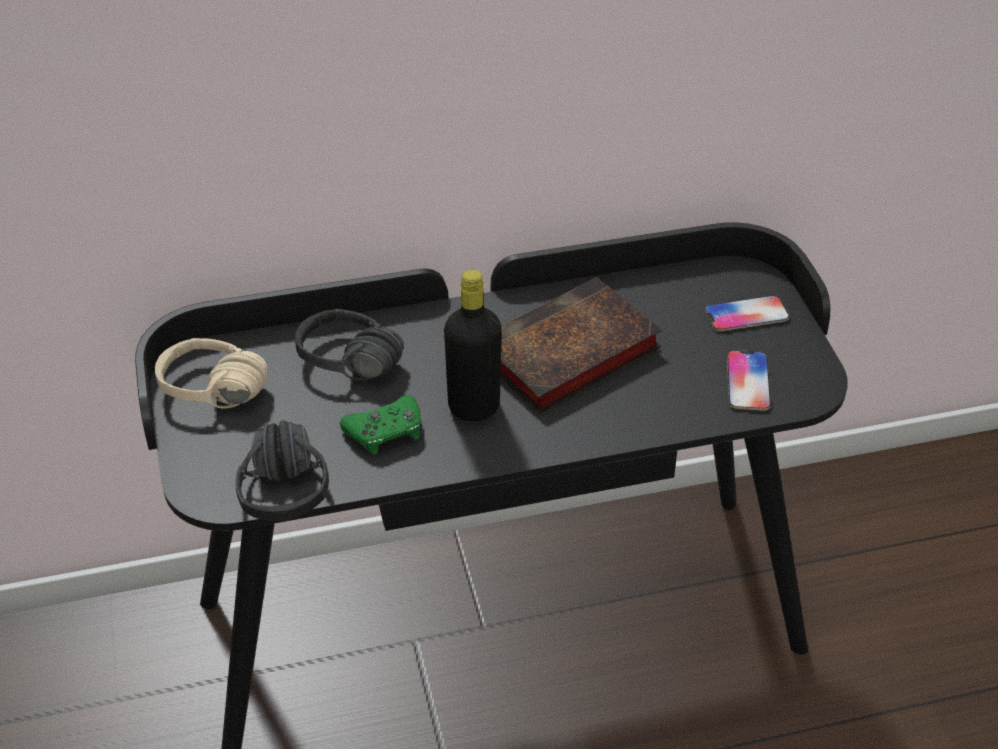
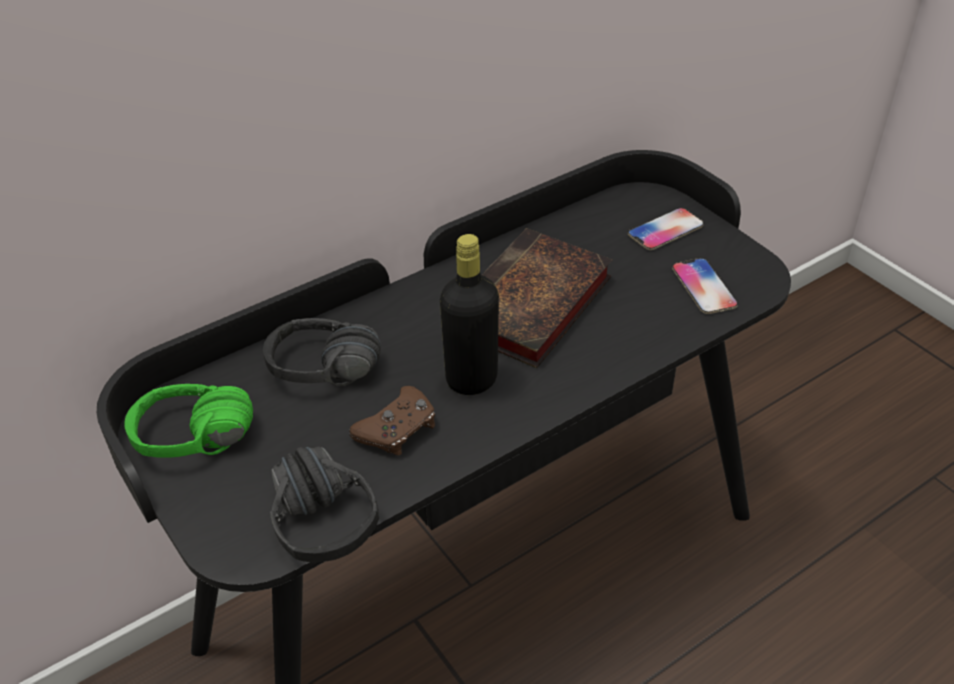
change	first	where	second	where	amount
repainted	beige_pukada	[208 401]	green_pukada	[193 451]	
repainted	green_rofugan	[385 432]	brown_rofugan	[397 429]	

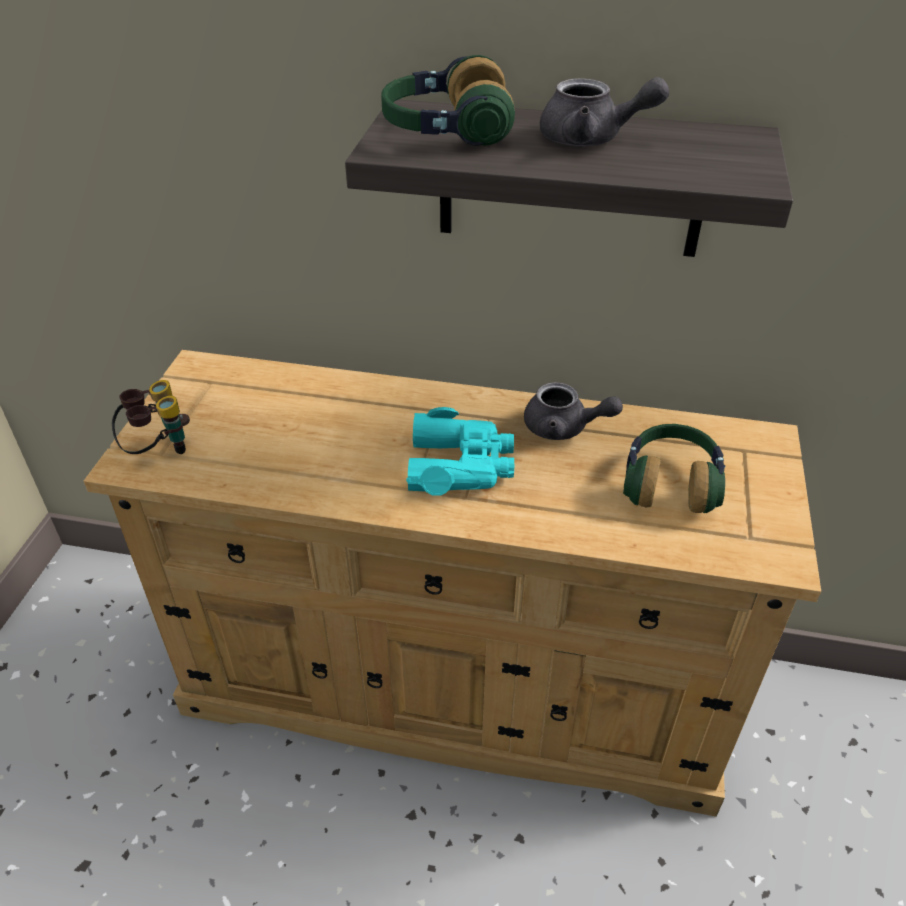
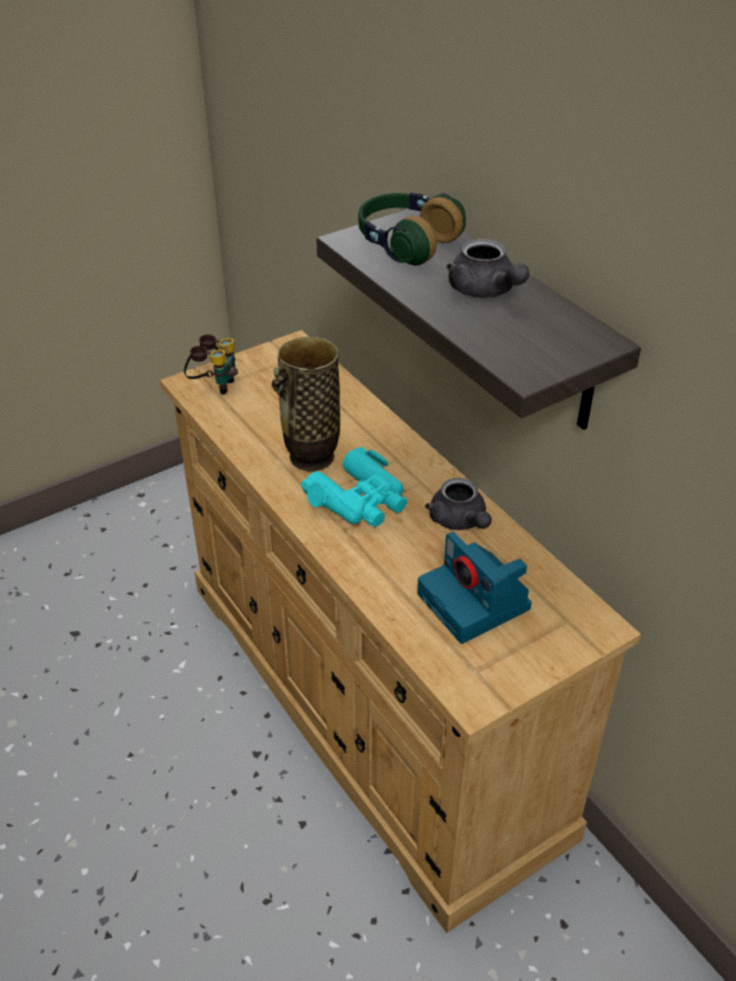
change	first	where	second	where	amount
new			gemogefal	[311 457]	
swapped	pukada	[670 483]	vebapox	[476 602]	

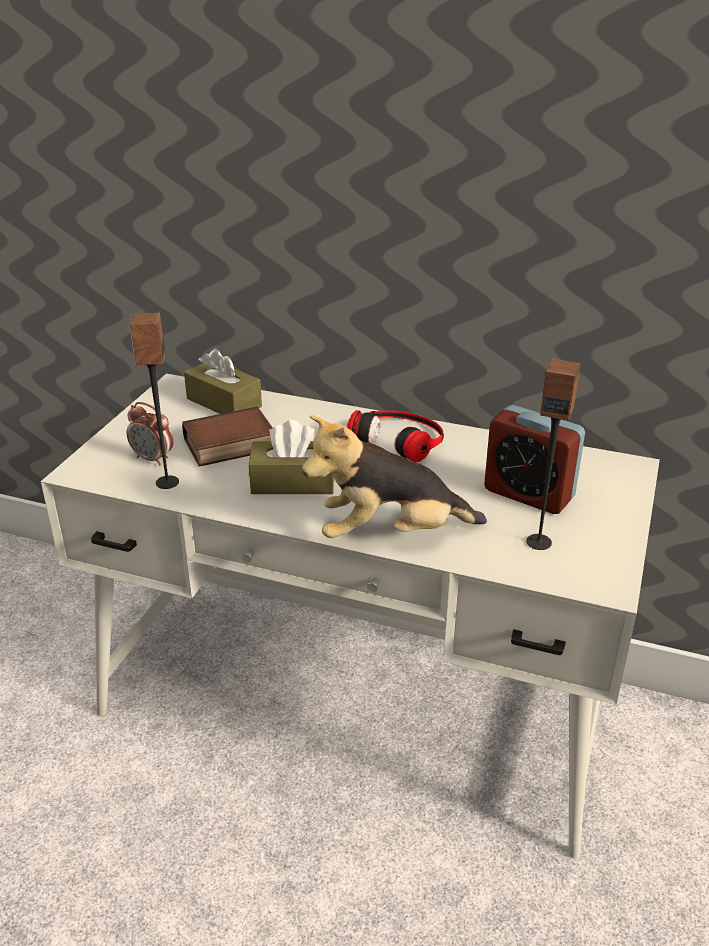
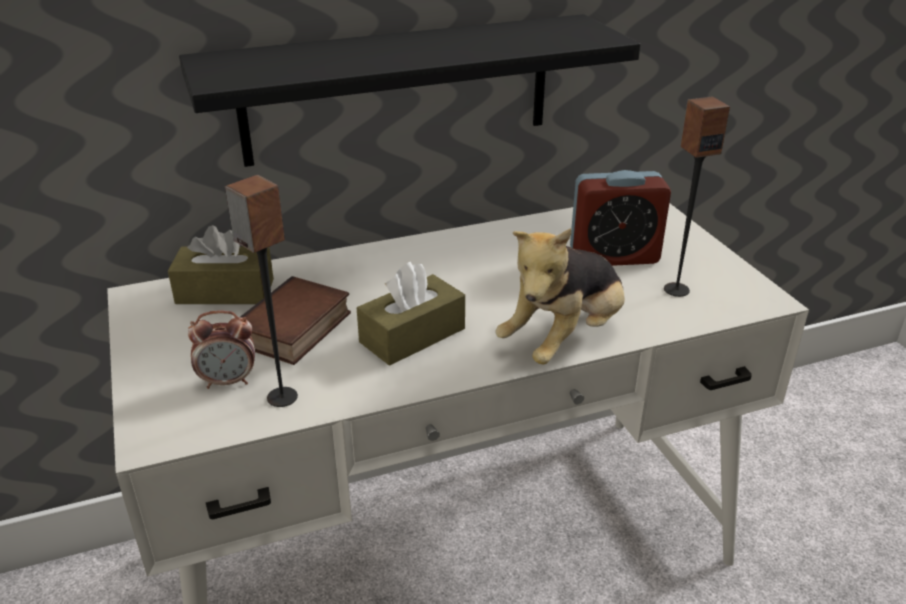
change	first	where	second	where	amount
new			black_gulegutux	[398 90]	
gone	pukada	[400 438]			

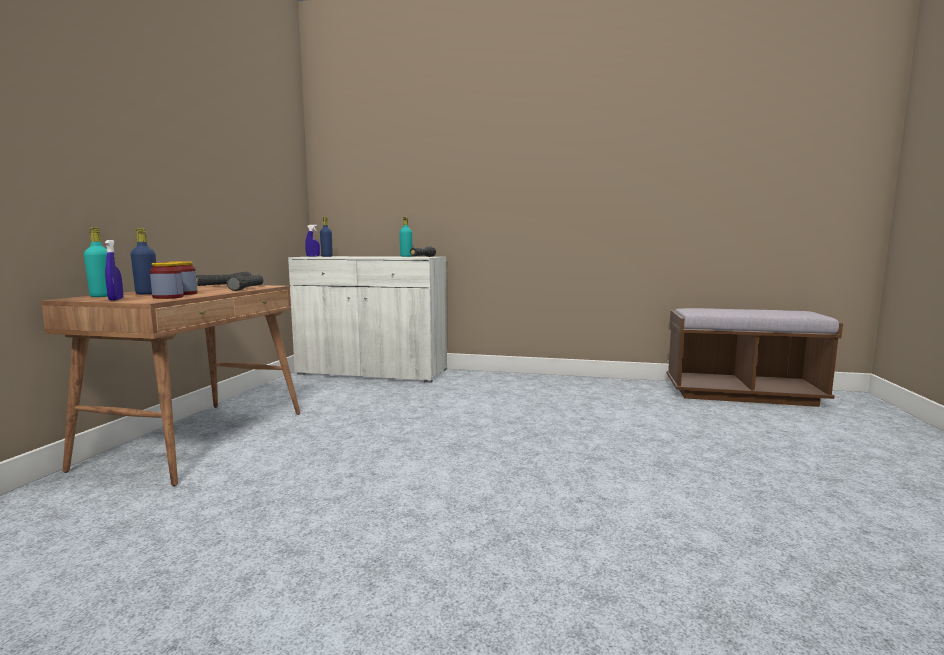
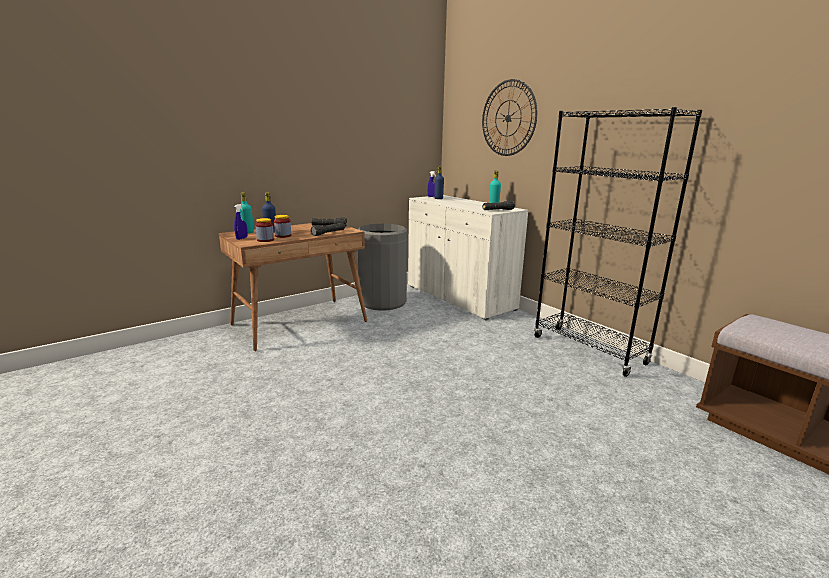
change	first	where	second	where	amount
new			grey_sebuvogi	[382 302]	
new			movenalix	[508 118]	
new			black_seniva	[588 350]	

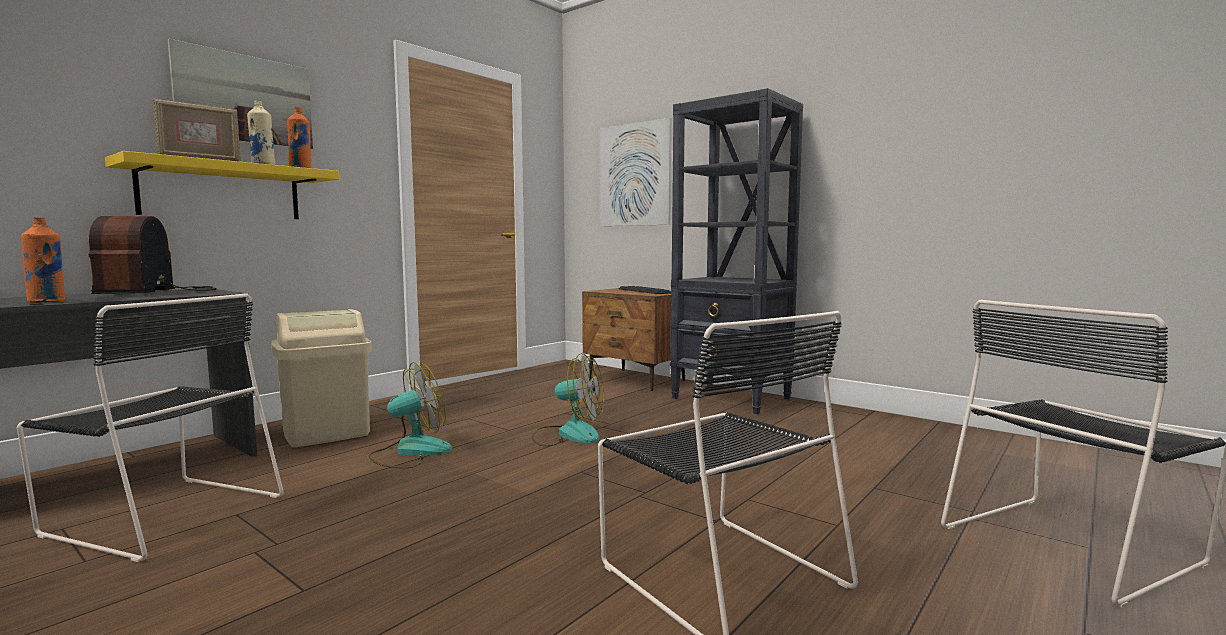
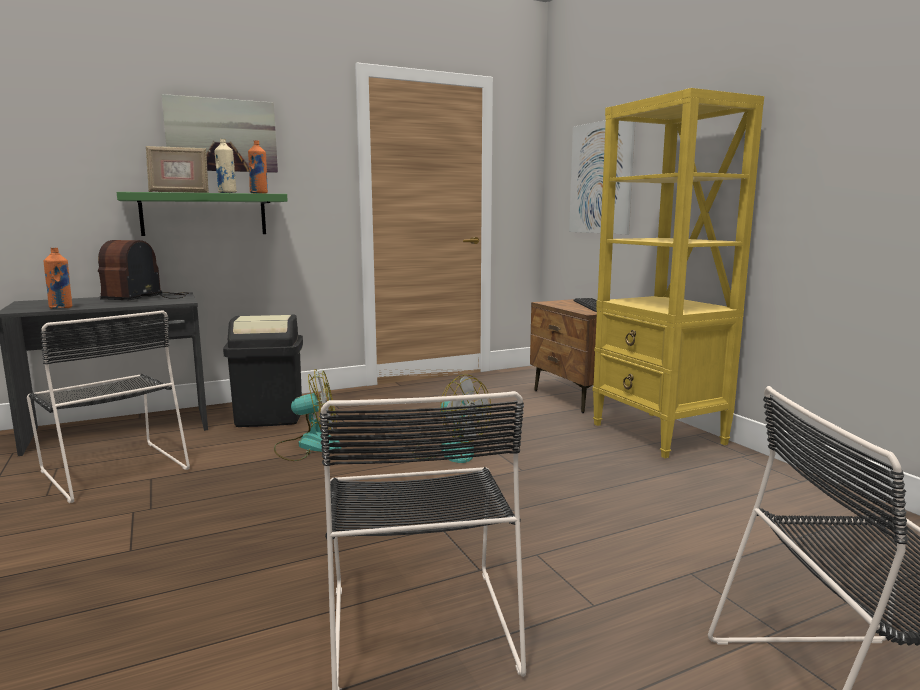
change	first	where	second	where	amount
repainted	yellow_gulegutux	[222 192]	green_gulegutux	[204 214]	
repainted	beige_sebuvogi	[326 432]	black_sebuvogi	[270 417]	
repainted	black_seniva	[732 398]	yellow_seniva	[658 434]	

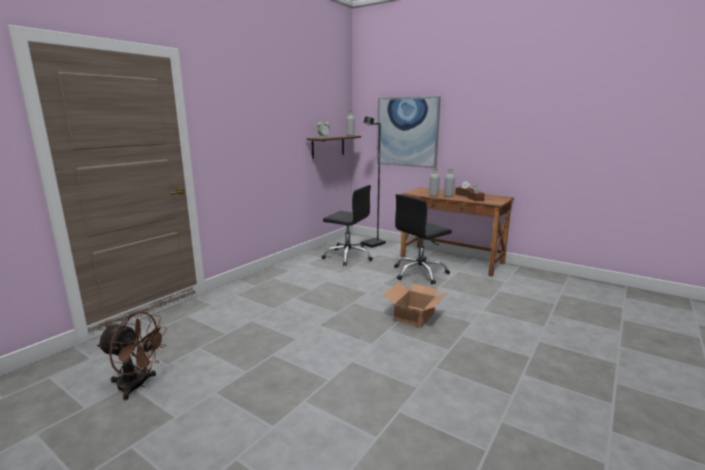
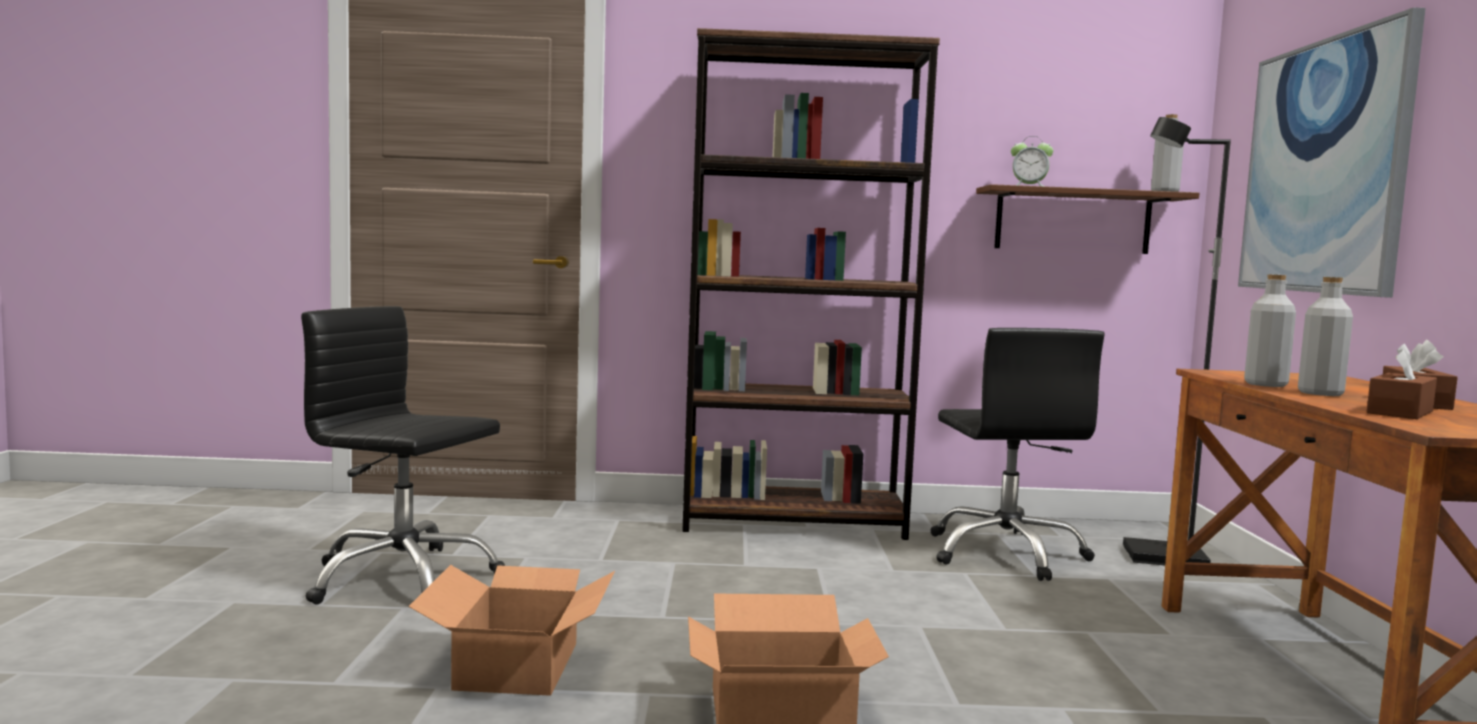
change	first	where	second	where	amount
shifted	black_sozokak	[420 273]		[402 579]	
new			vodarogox	[519 665]	
new			brown_seniva	[793 523]	
gone	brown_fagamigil	[138 386]			

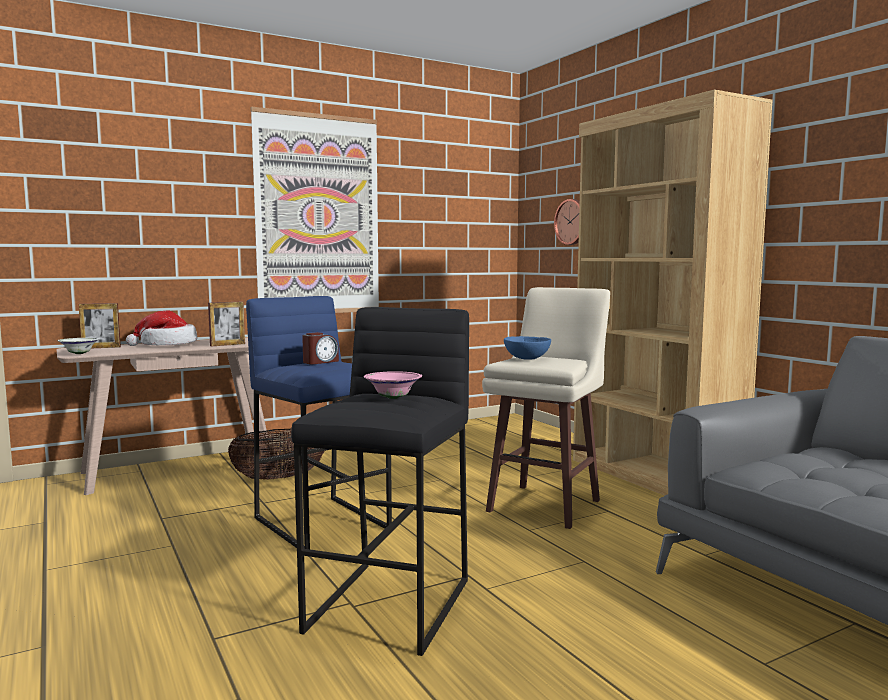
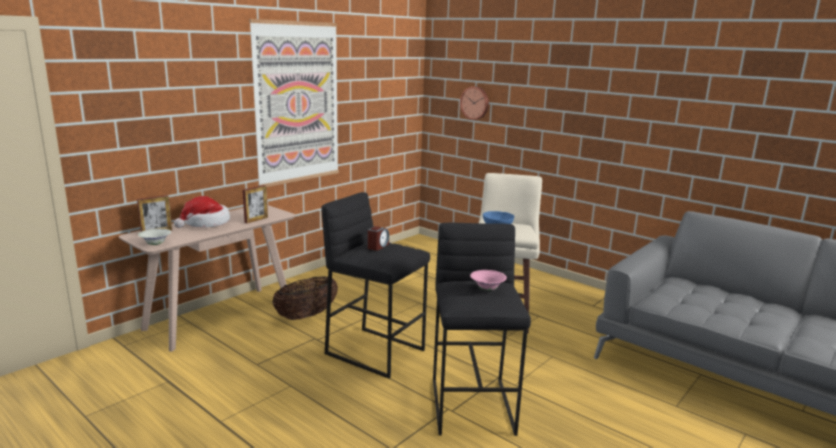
change	first	where	second	where	amount
repainted	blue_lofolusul	[323 523]	black_lofolusul	[376 351]	
gone	brown_seniva	[653 476]			

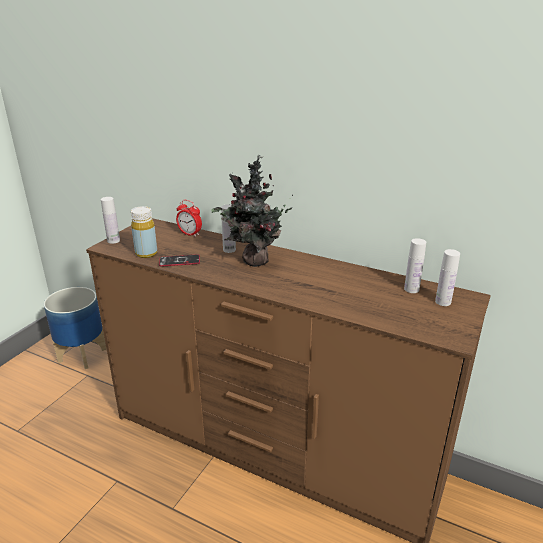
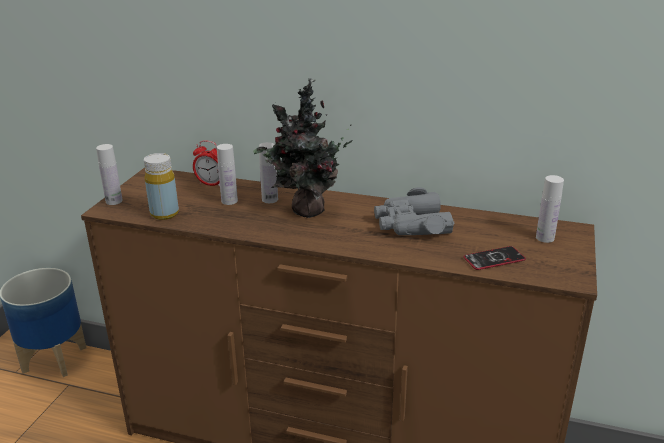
change	first	where	second	where	amount
shifted	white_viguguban	[411 289]		[229 201]	
new			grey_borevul	[411 224]	
shifted	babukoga	[179 261]		[494 259]	

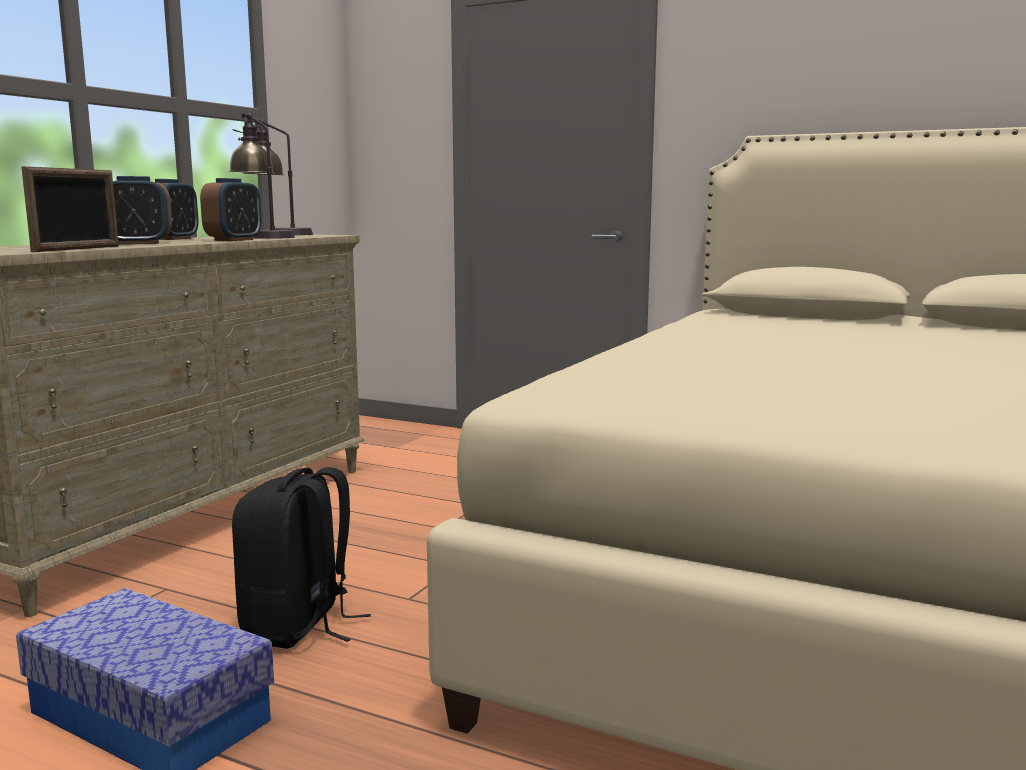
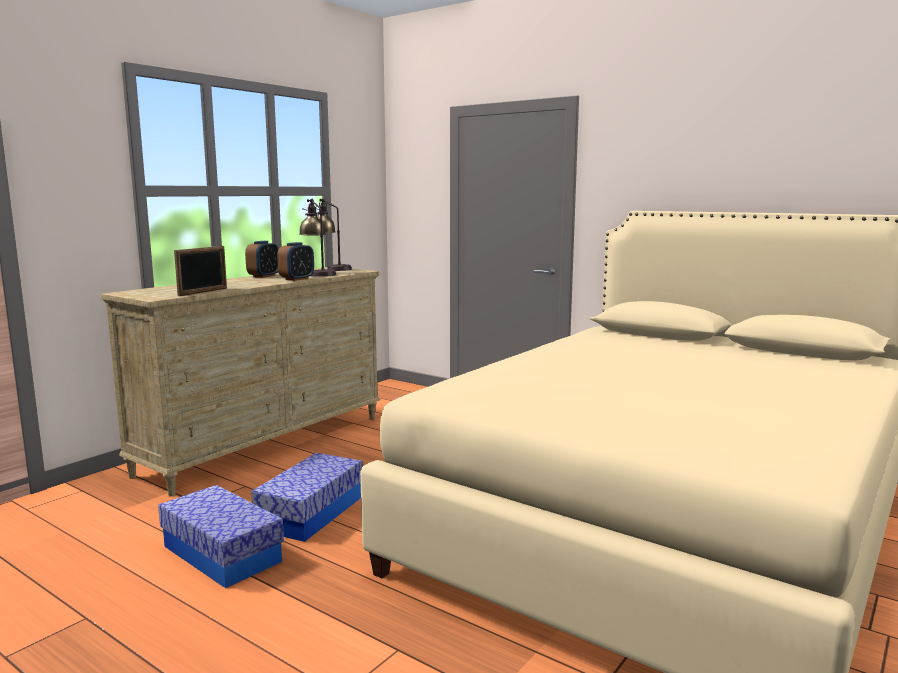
change	first	where	second	where	amount
swapped	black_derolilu	[299 626]	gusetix	[311 513]	
gone	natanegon	[138 243]			

